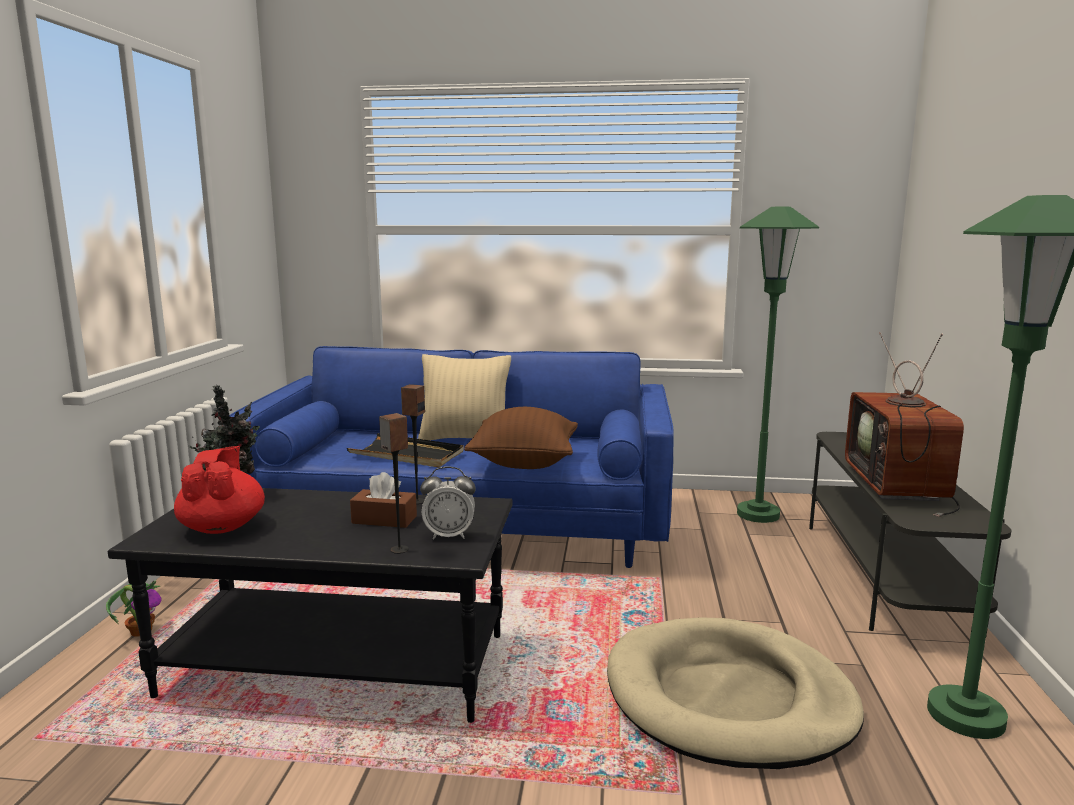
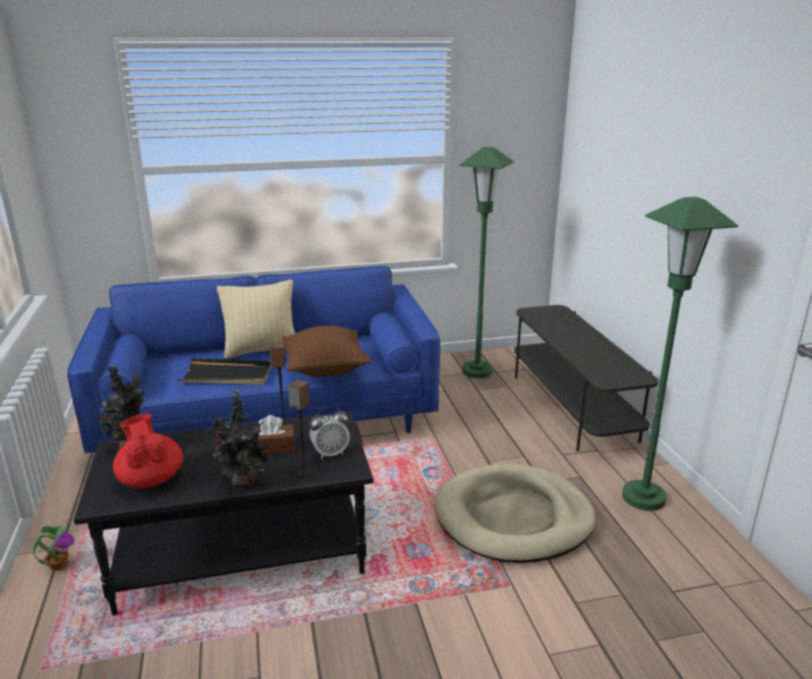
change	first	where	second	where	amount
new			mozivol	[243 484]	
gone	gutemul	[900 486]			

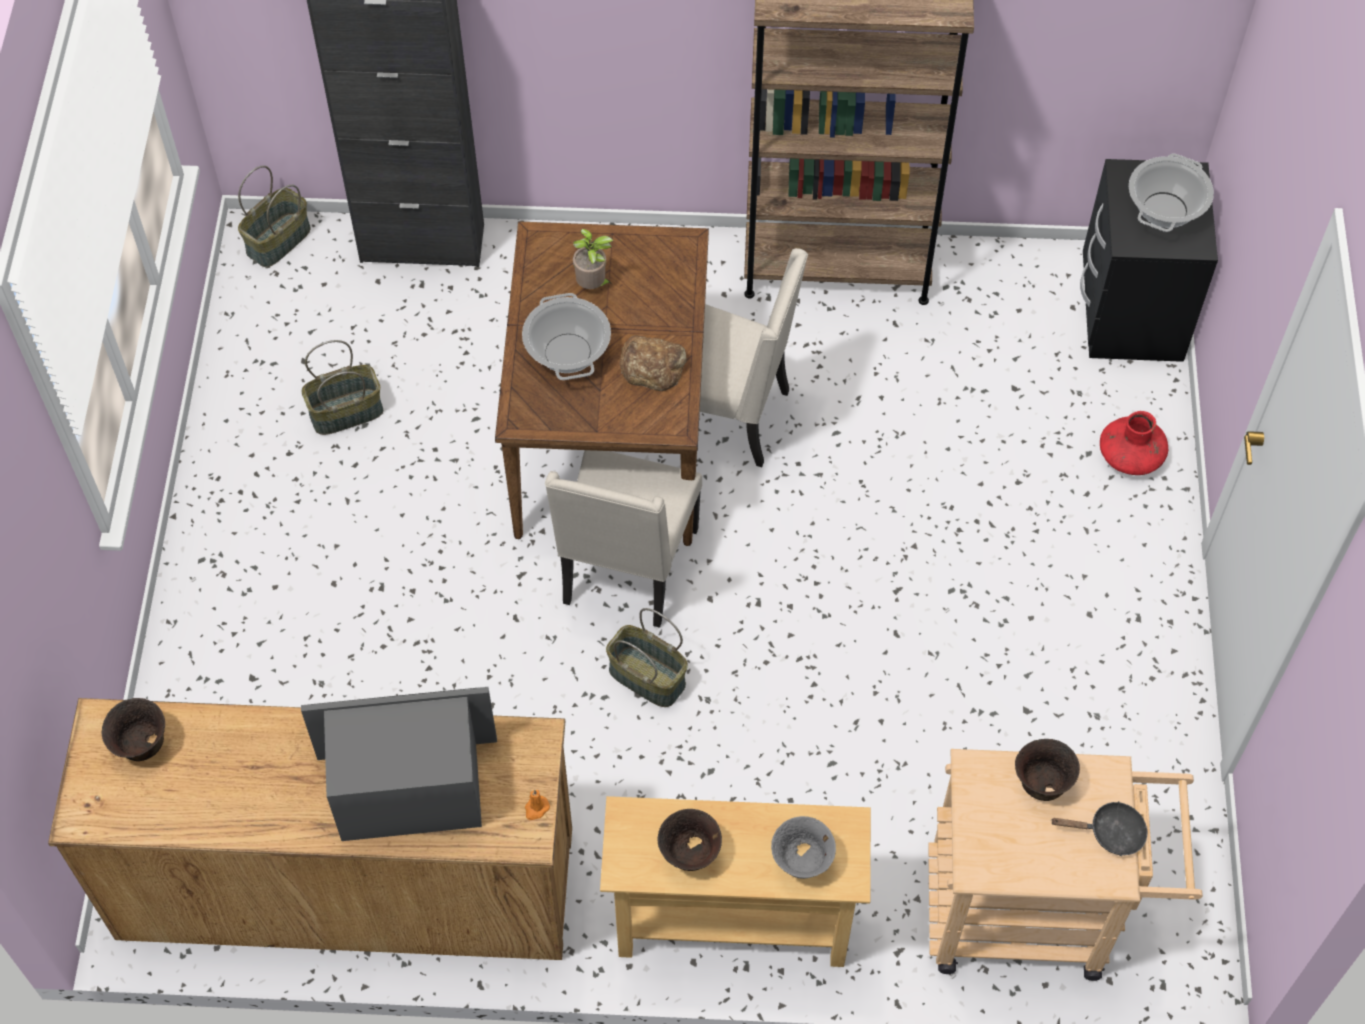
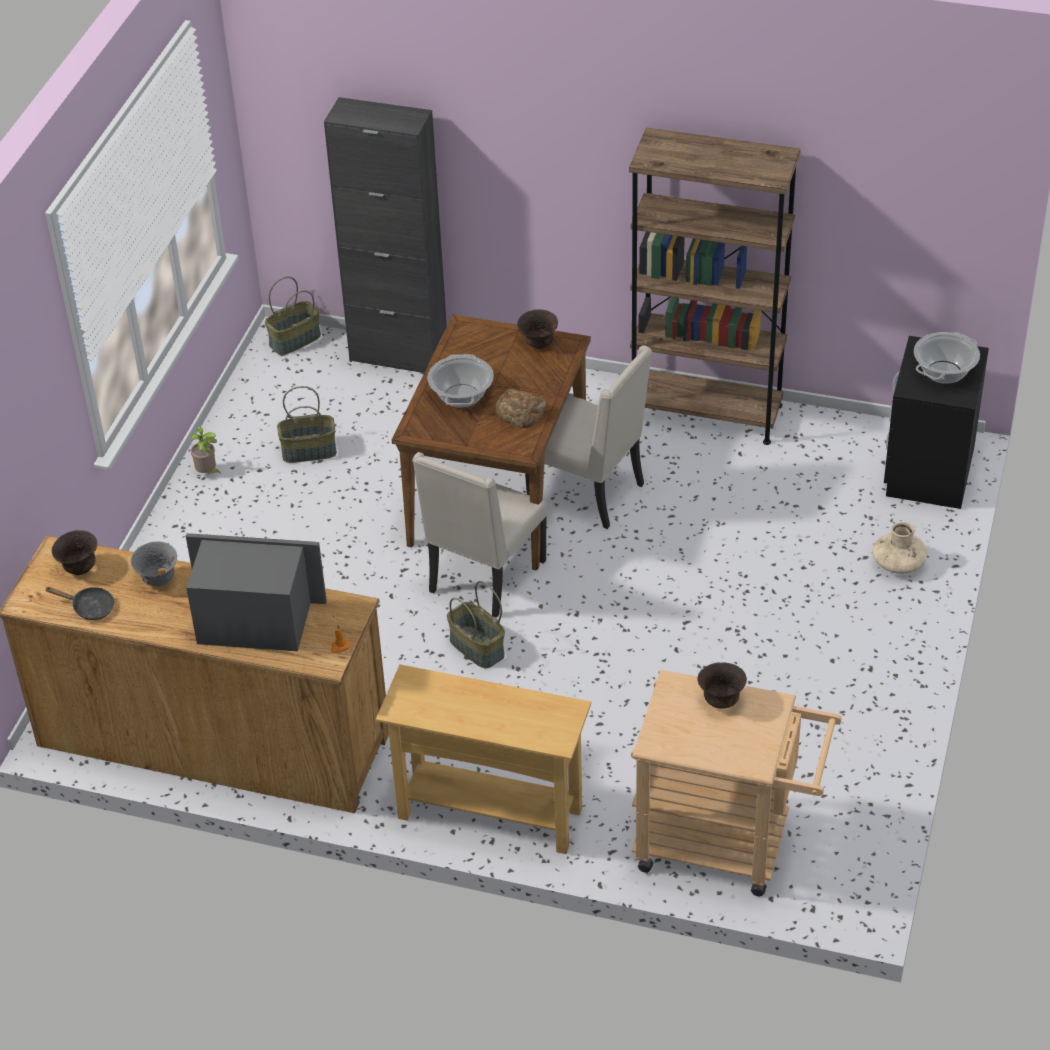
change	first	where	second	where	amount
shifted	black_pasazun	[1110 833]		[89 607]	
shifted	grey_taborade	[802 862]		[158 580]	
shifted	mozivol	[593 285]		[208 473]	
shifted	brown_taborade	[690 855]		[538 344]	
repainted	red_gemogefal	[1130 455]	beige_gemogefal	[898 563]	

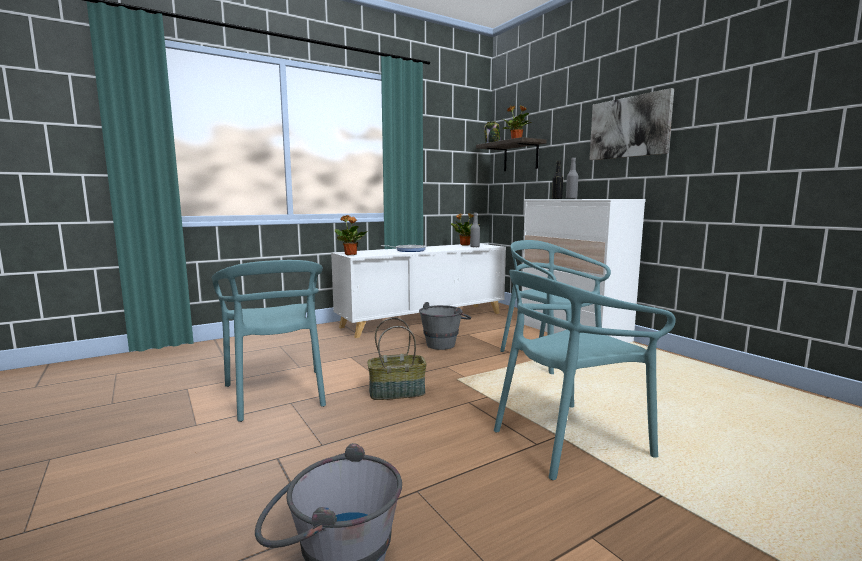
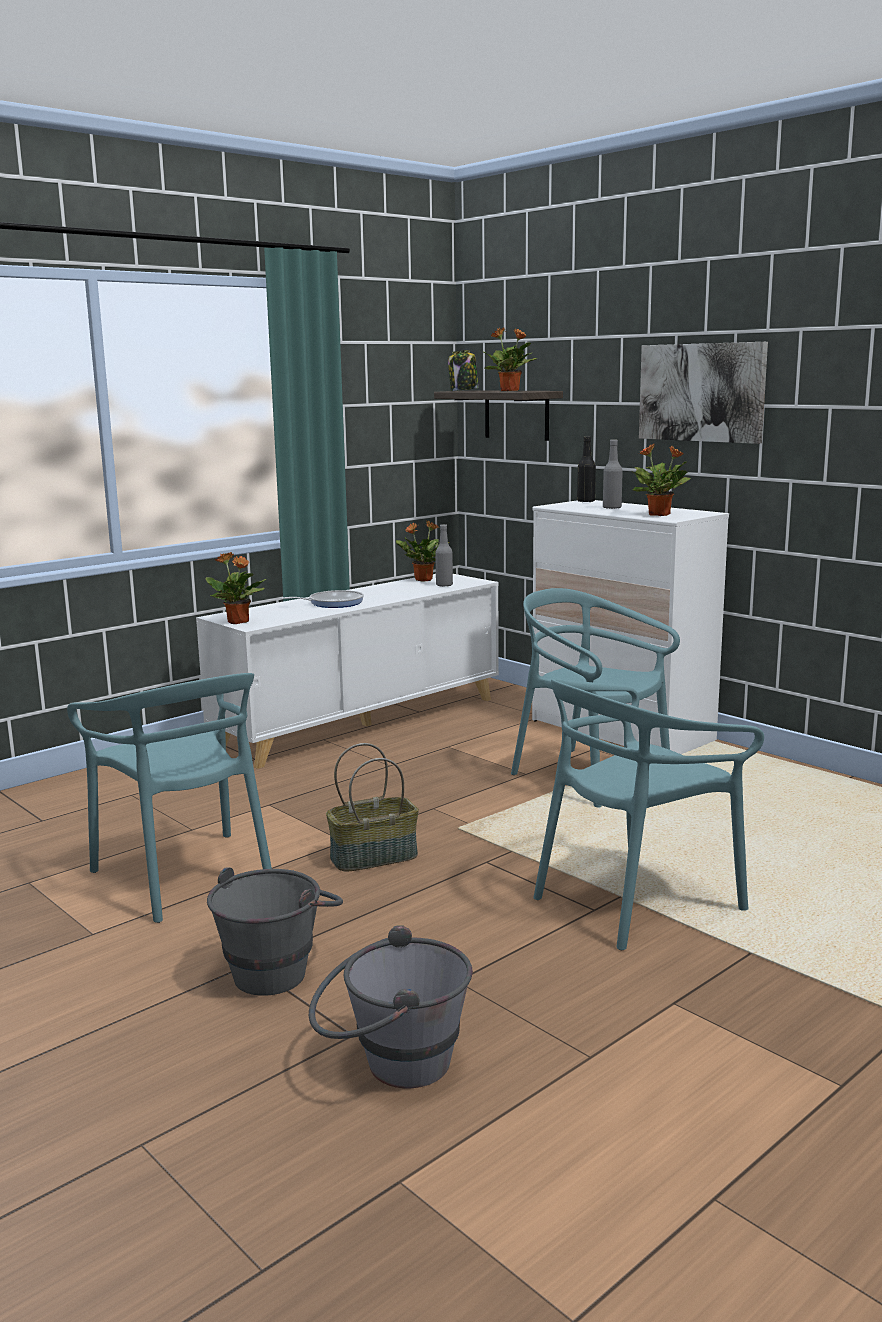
change	first	where	second	where	amount
shifted	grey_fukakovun	[444 343]		[279 968]	
new			mozivol	[660 515]	

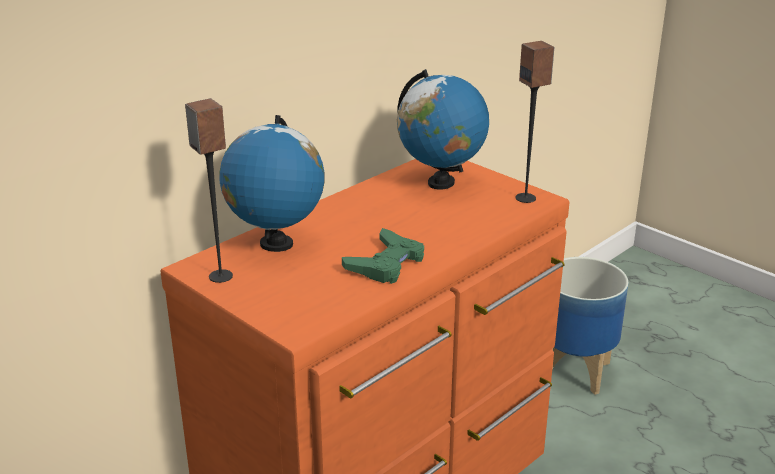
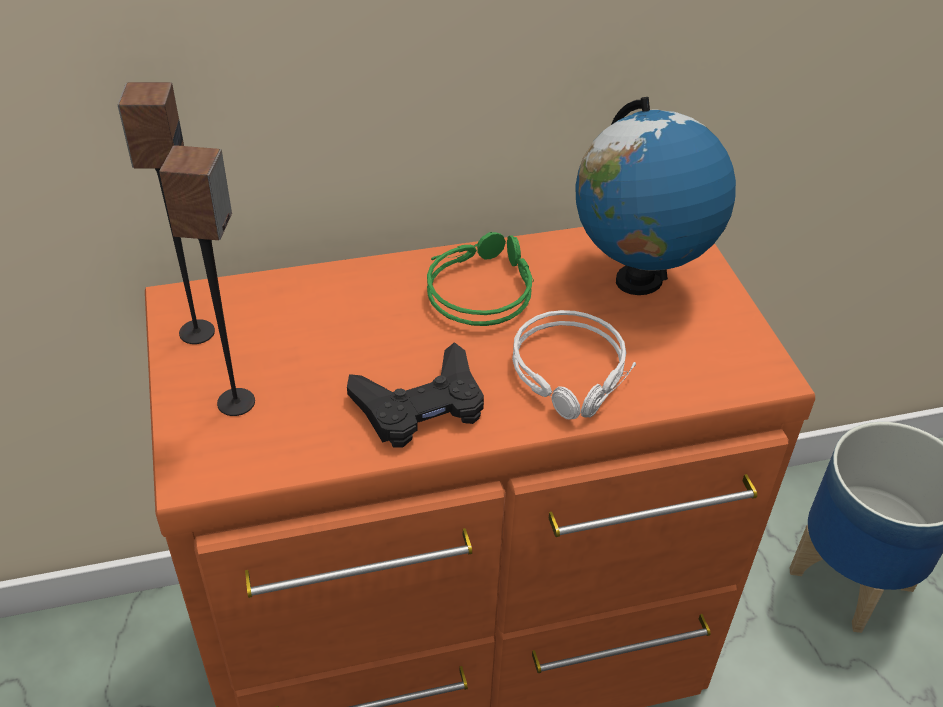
change	first	where	second	where	amount
shifted	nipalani	[526 198]		[237 402]	
repainted	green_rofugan	[386 264]	black_rofugan	[421 406]	
new			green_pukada	[479 287]	
new			grey_pukada	[573 374]	
gone	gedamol	[276 244]			

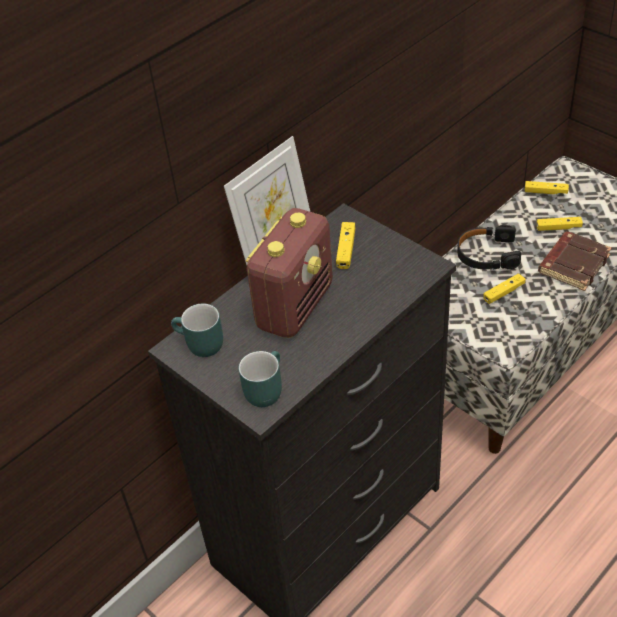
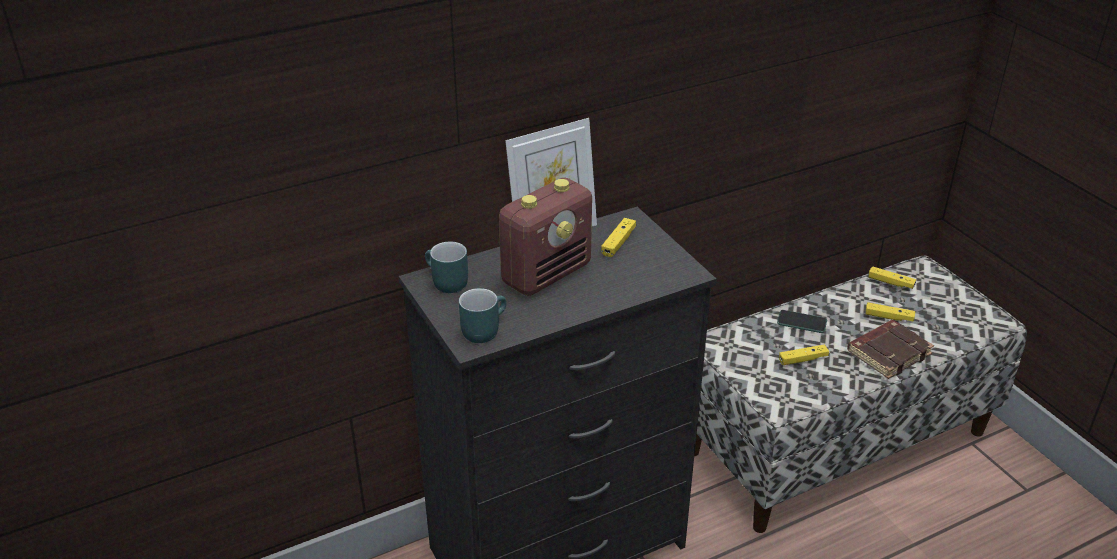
change	first	where	second	where	amount
swapped	black_pukada	[487 254]	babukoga	[801 322]	

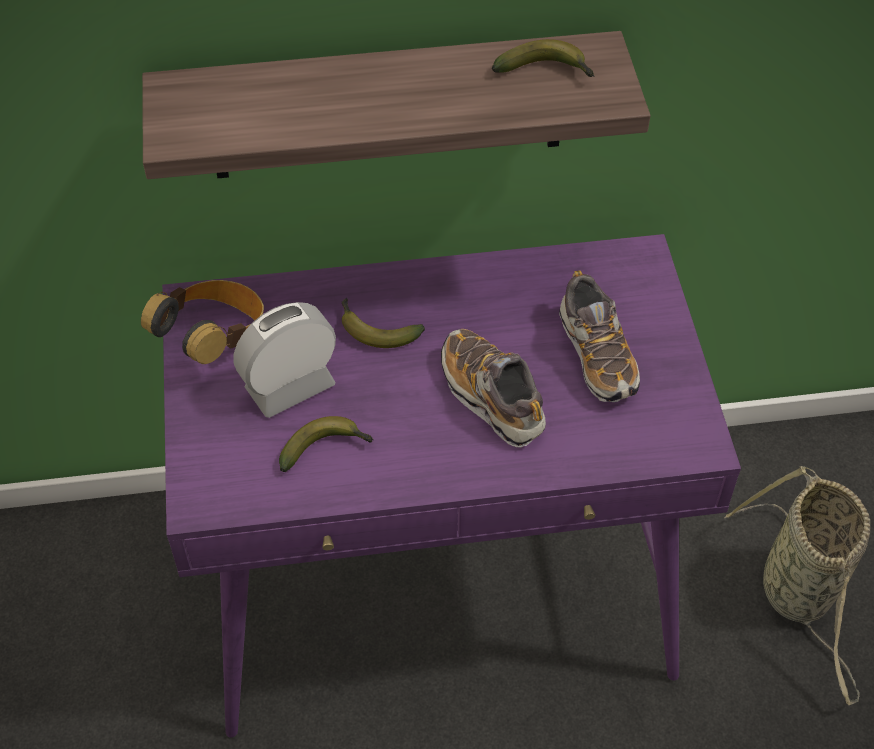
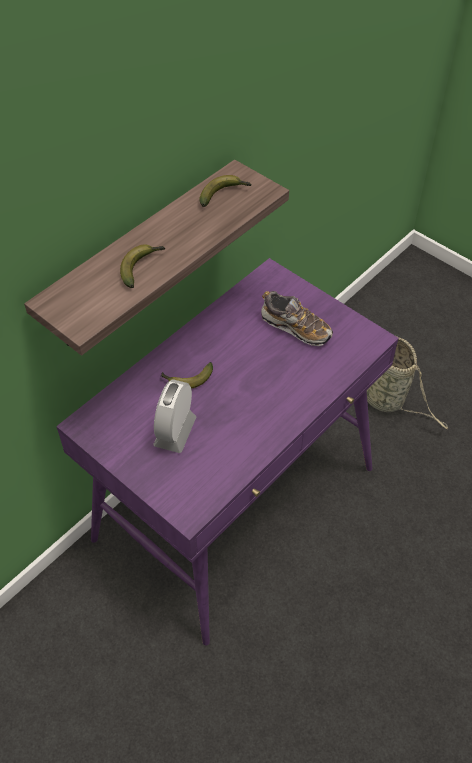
change	first	where	second	where	amount
shifted	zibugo	[326 448]		[141 267]	
gone	pukada	[214 338]			
gone	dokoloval	[491 397]			

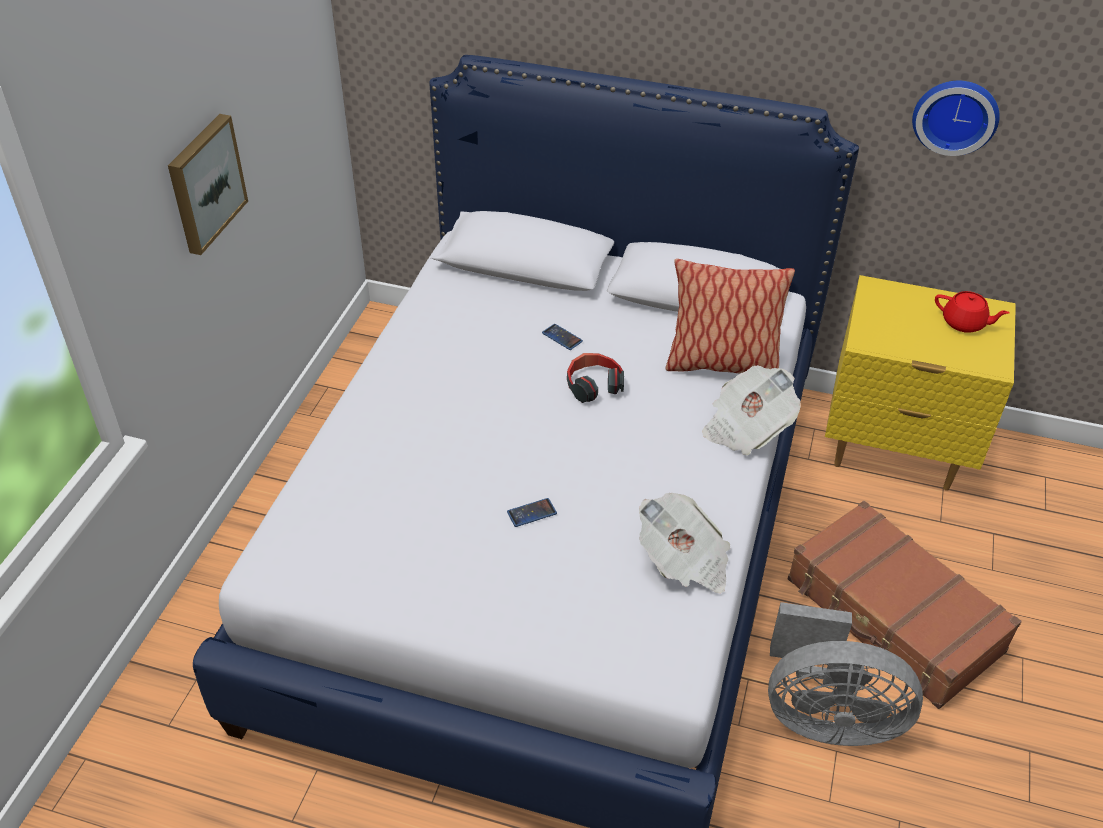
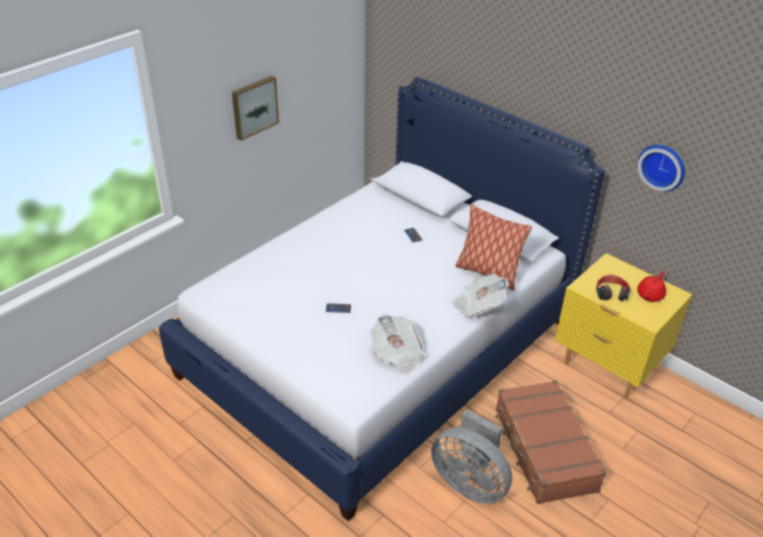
change	first	where	second	where	amount
shifted	pukada	[593 385]		[611 293]	
rotated	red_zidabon	[964 323]		[650 295]	105 degrees counterclockwise

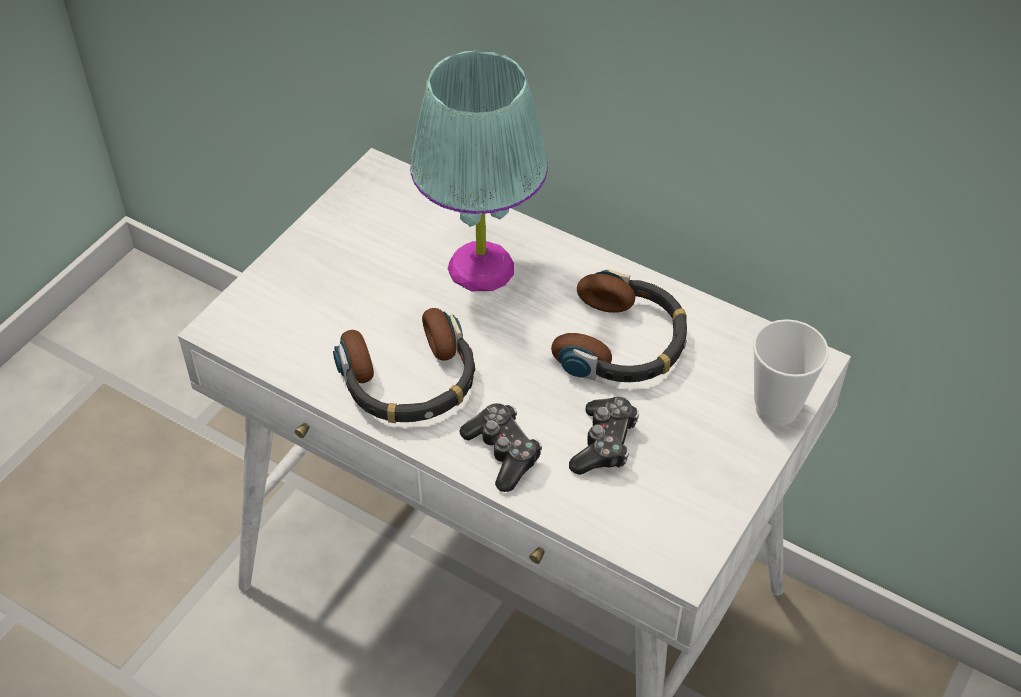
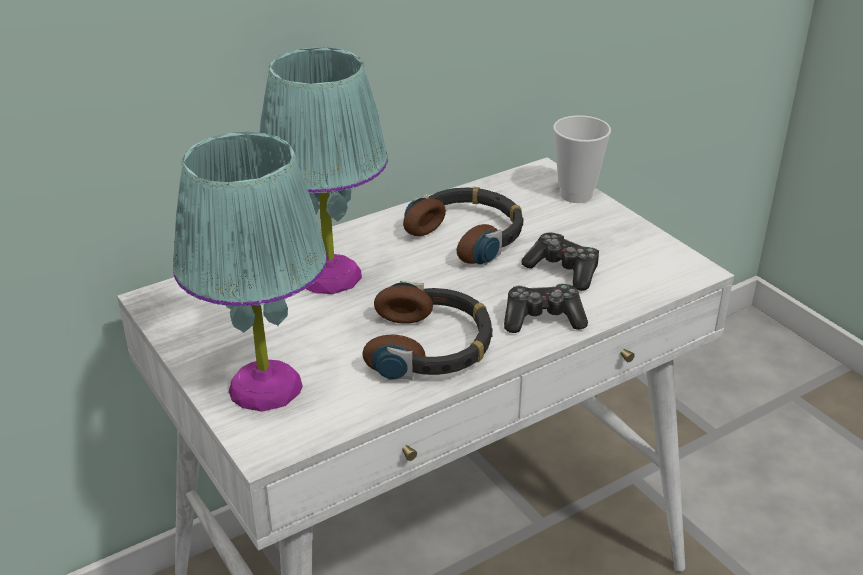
change	first	where	second	where	amount
new			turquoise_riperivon	[264 387]	

